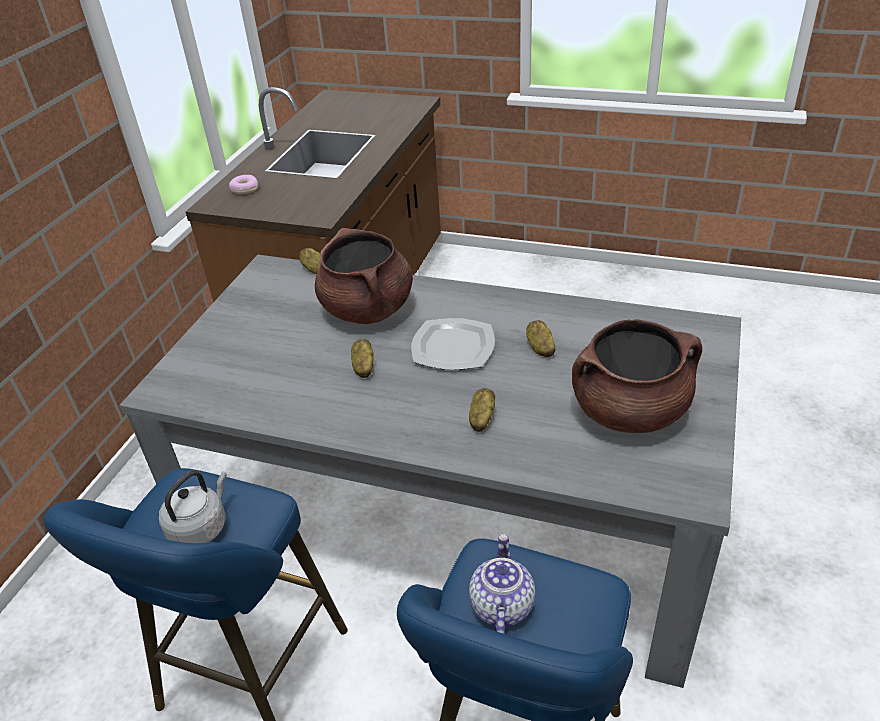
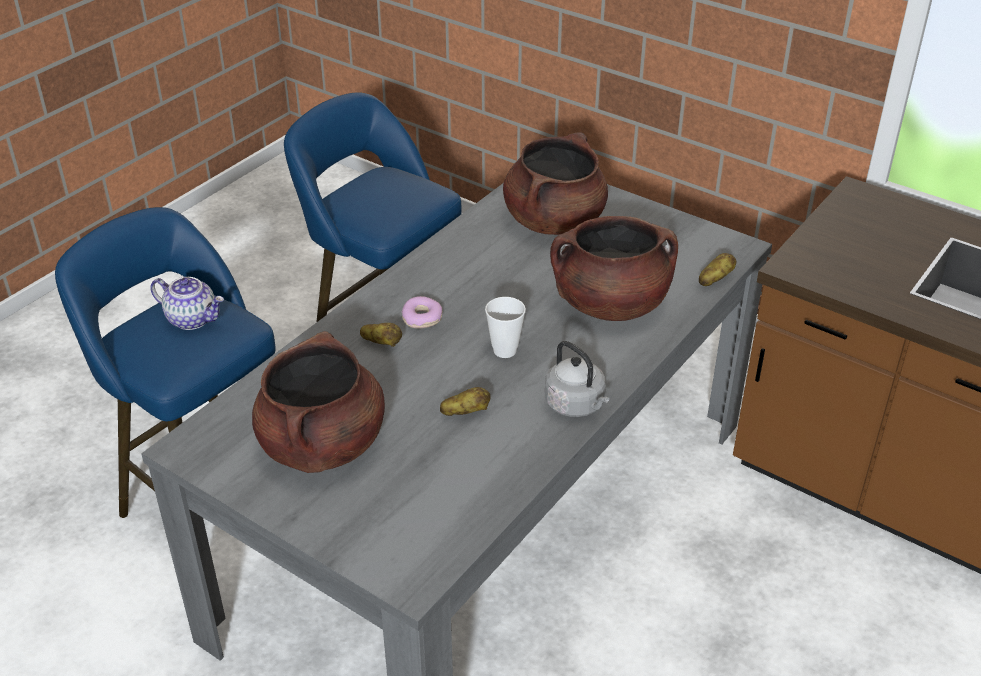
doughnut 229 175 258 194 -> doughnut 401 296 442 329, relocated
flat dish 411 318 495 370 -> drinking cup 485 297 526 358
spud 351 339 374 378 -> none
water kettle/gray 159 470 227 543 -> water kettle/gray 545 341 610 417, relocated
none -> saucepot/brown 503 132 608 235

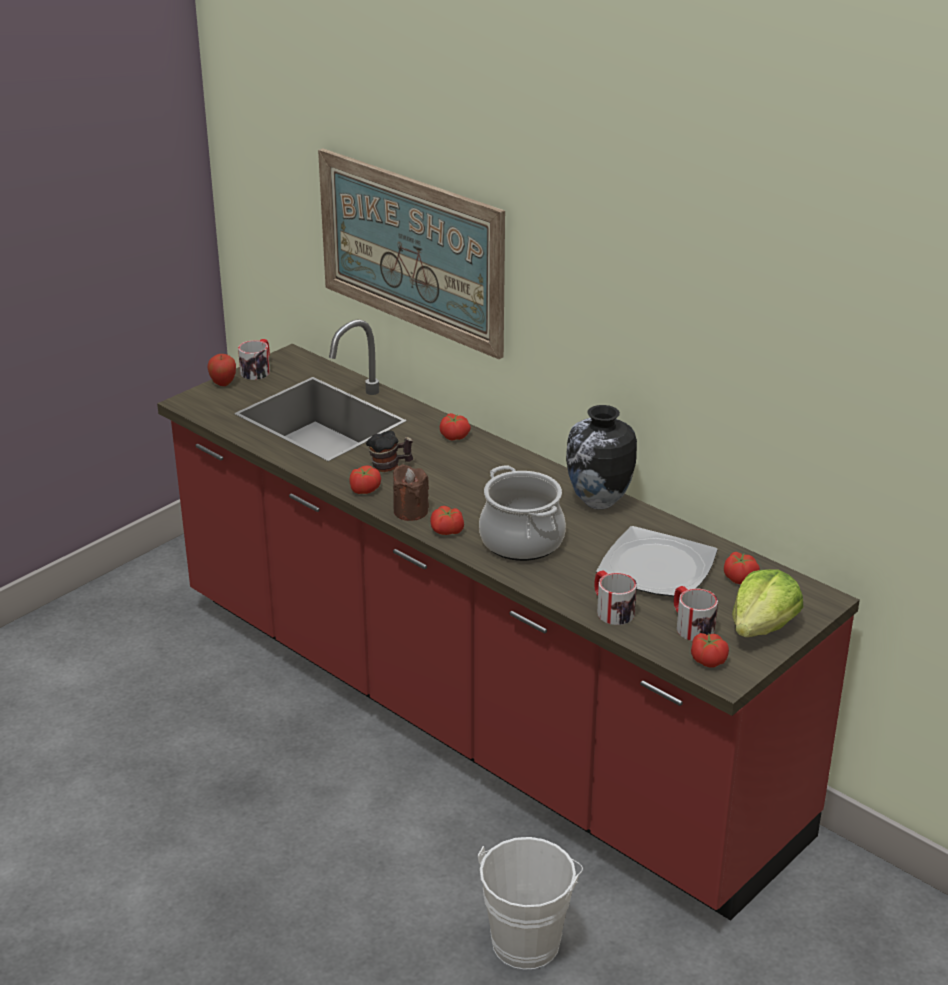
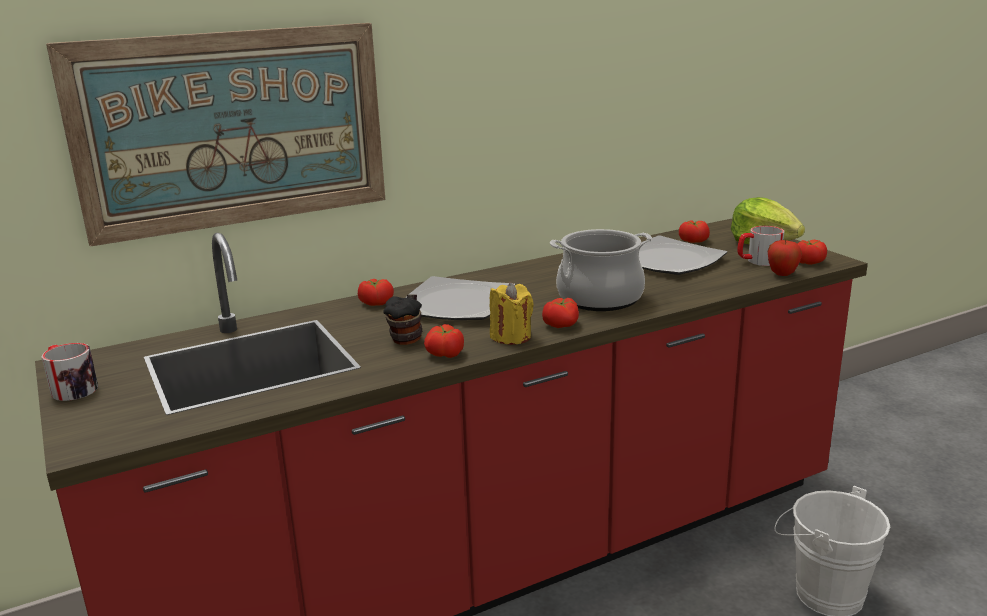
whole apple 208 354 236 386 -> whole apple 768 239 802 276, relocated
flower vase 566 405 637 509 -> none
wax candle/brown 393 464 429 521 -> wax candle/yellowish 490 282 534 345
mug 594 570 637 625 -> none
none -> flat dish 405 276 515 320

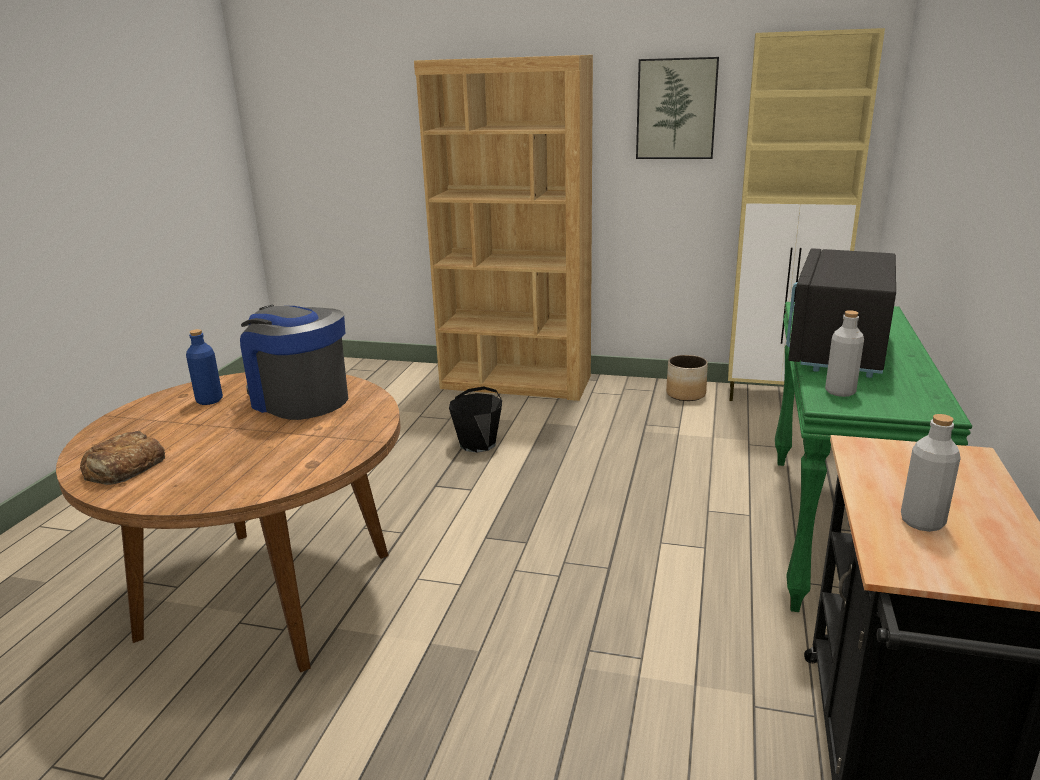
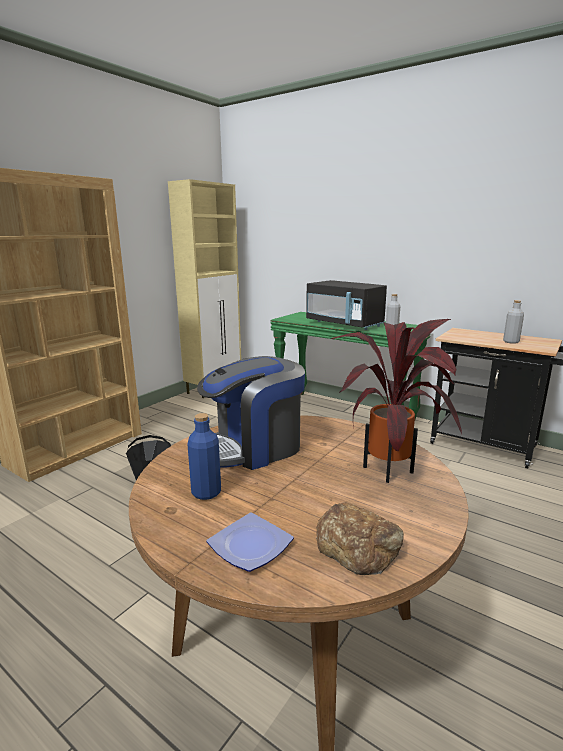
picture 636 57 719 159 -> none
planter 666 355 708 401 -> none
none -> potted plant 331 319 462 483
none -> flat dish 207 513 294 572

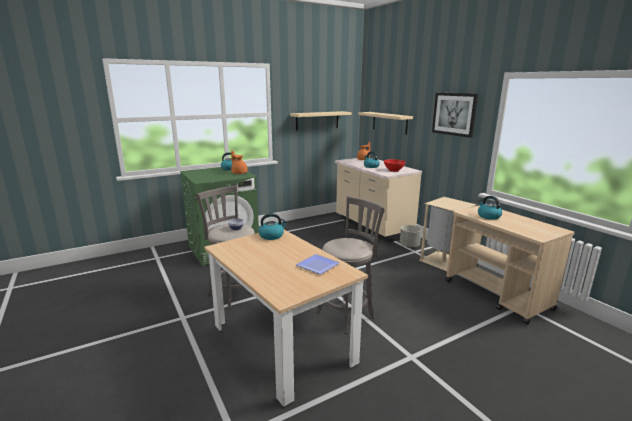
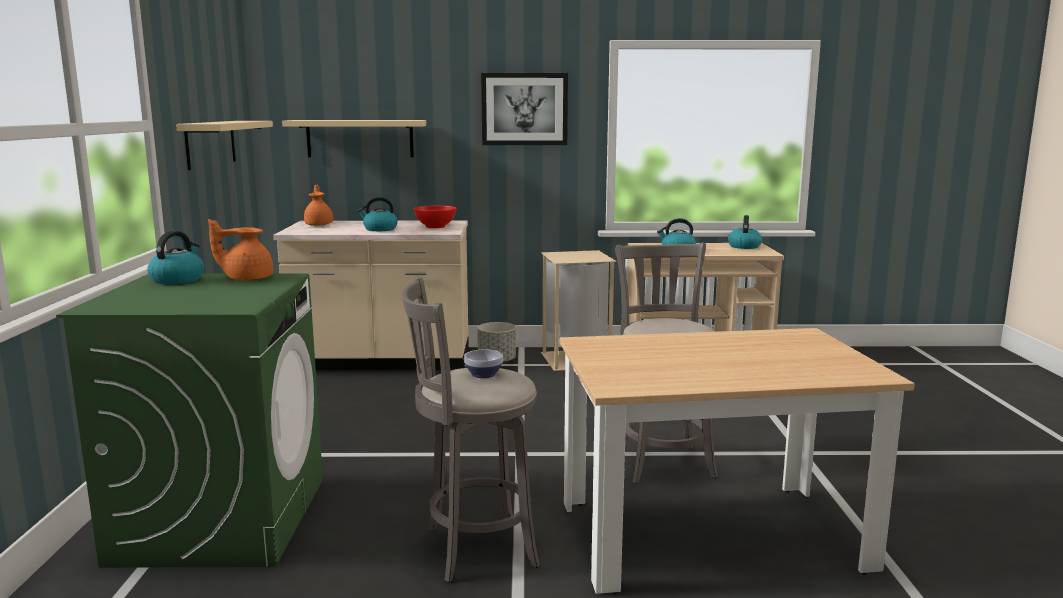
water kettle 259 213 287 240 -> water kettle 728 215 762 249, relocated
flat dish 296 254 340 275 -> none

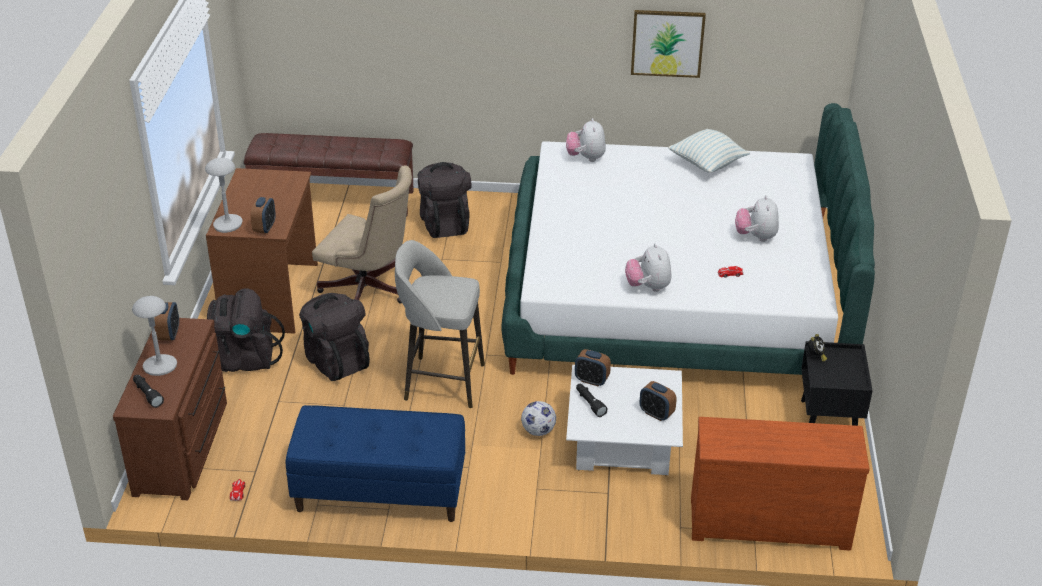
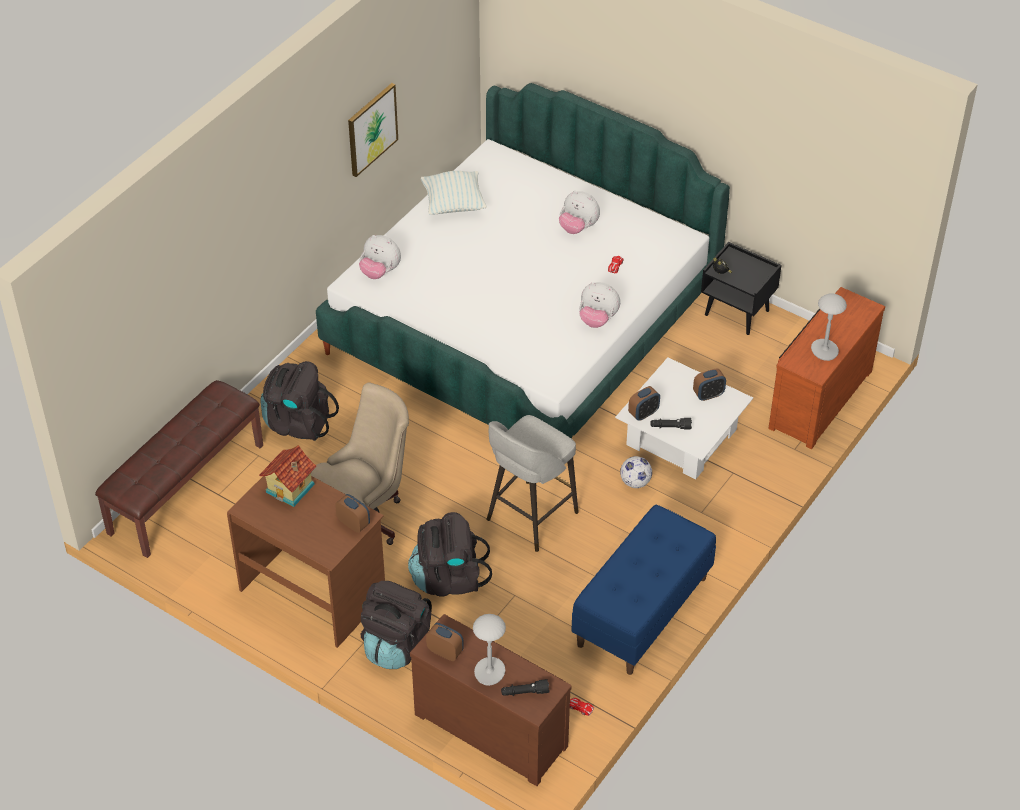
table lamp/gray 205 158 242 233 -> table lamp/gray 811 294 847 361, relocated
none -> toy house 259 445 317 507

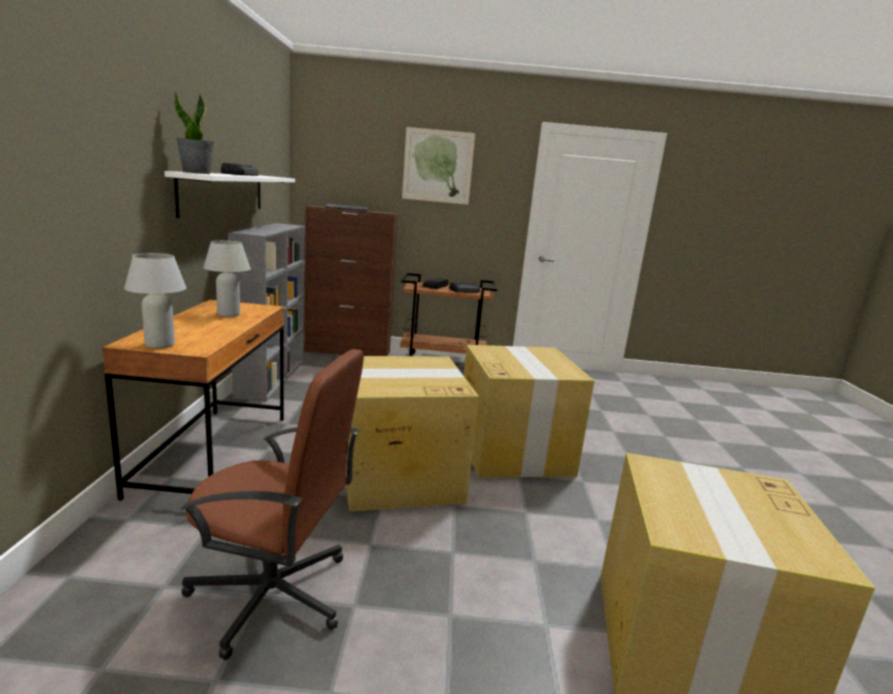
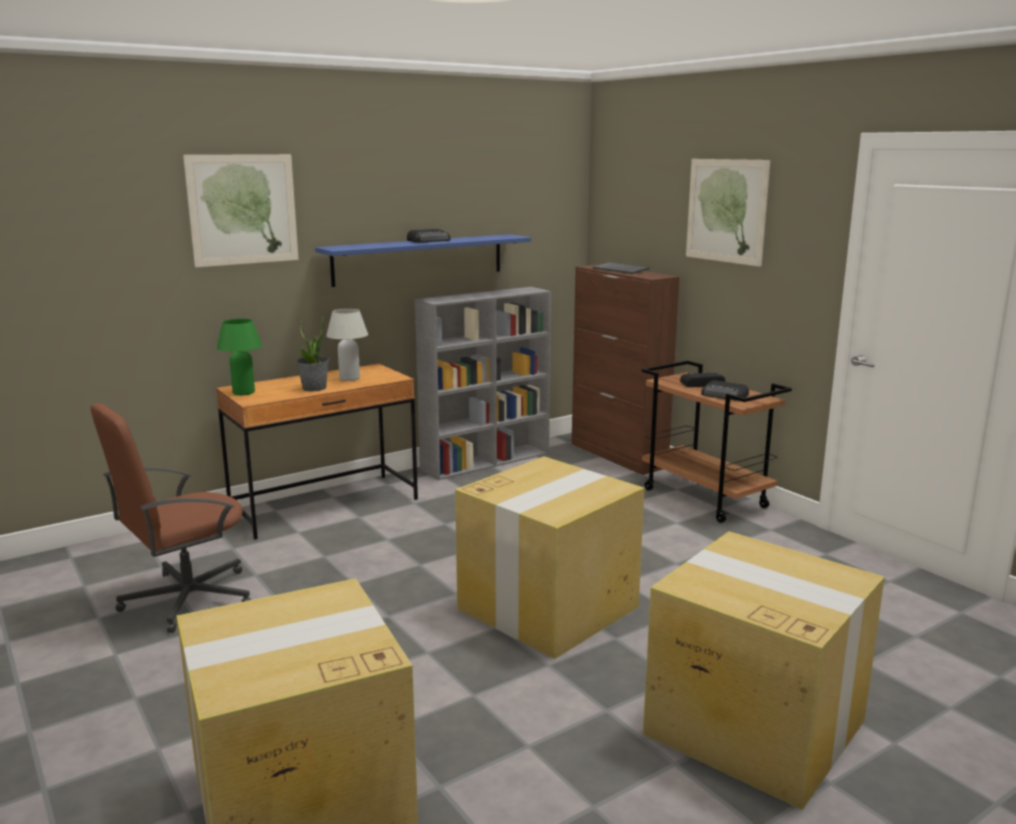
potted plant 174 91 214 174 -> potted plant 296 317 329 391, relocated
shelf/white 165 171 295 218 -> shelf/bluish 315 234 531 287
table lamp/white 124 253 186 349 -> table lamp/green 217 319 262 395
office chair/brown 181 349 364 660 -> office chair/brown 91 403 251 633, 75 degrees clockwise
packing box 346 356 479 511 -> packing box 643 531 885 810, relocated
none -> picture 183 154 298 267

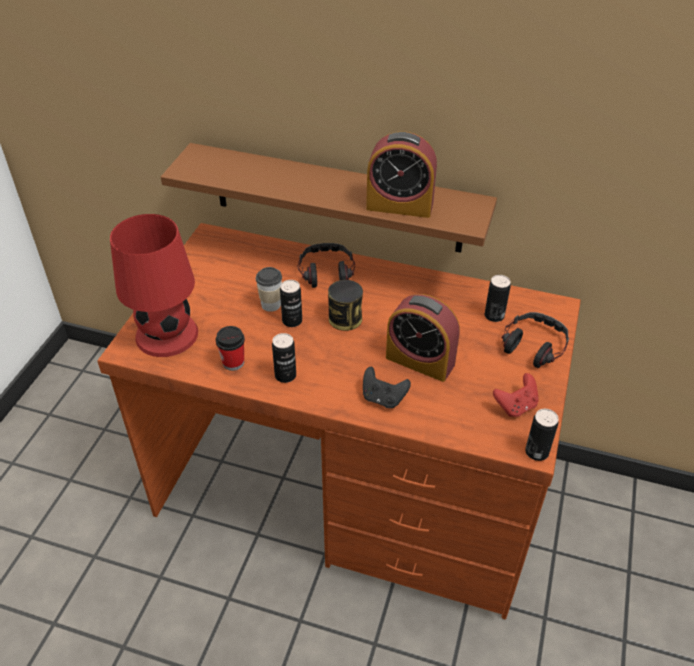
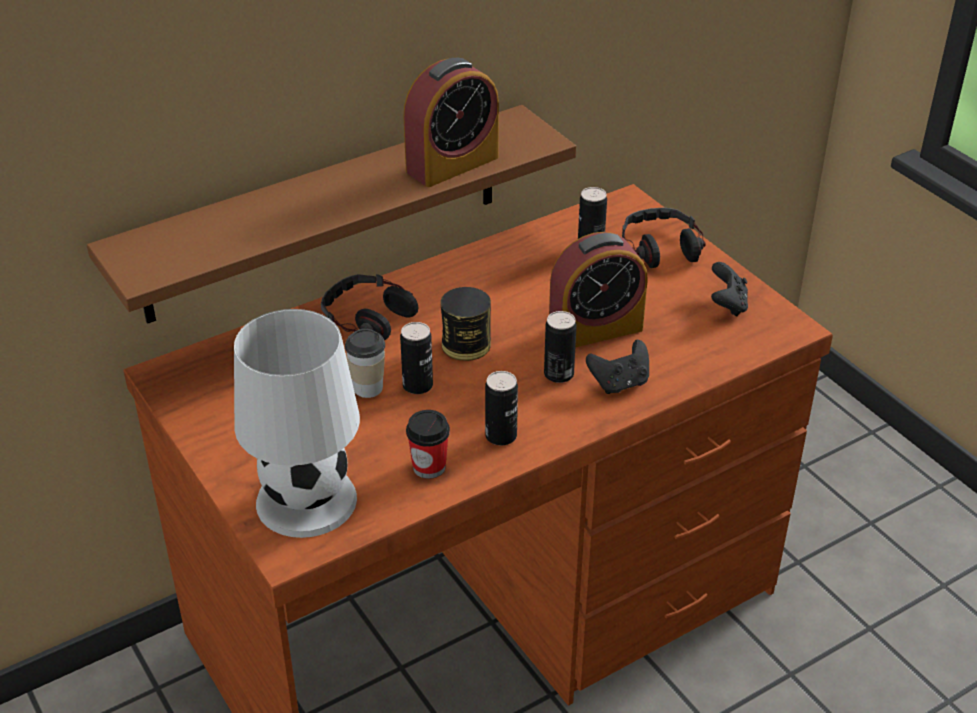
table lamp/red-coloured 110 214 198 357 -> table lamp/white 234 309 360 538
gamepad/red-coloured 493 373 539 417 -> gamepad/black 711 262 748 317
can 525 409 559 461 -> can 544 311 577 383, relocated

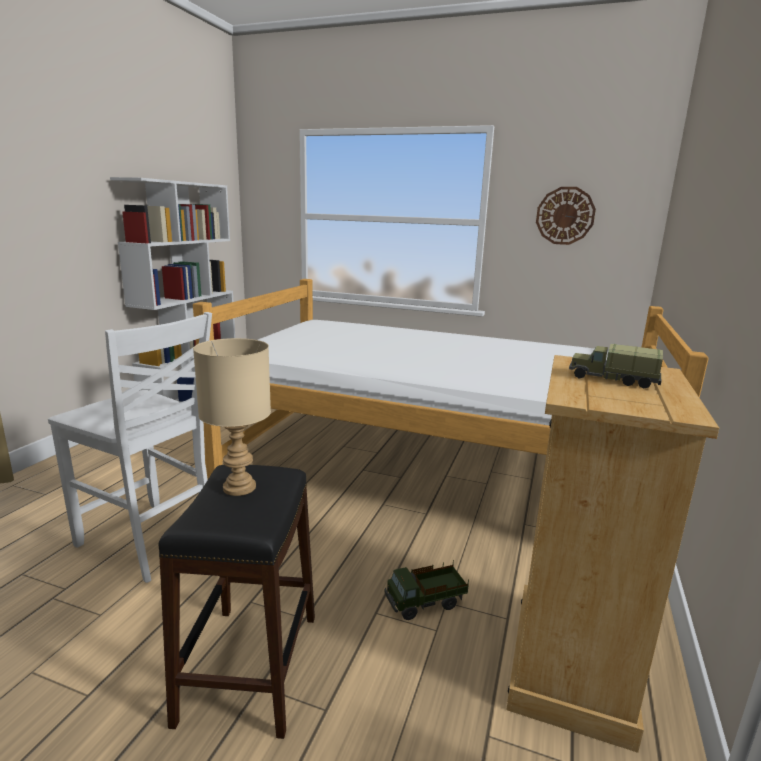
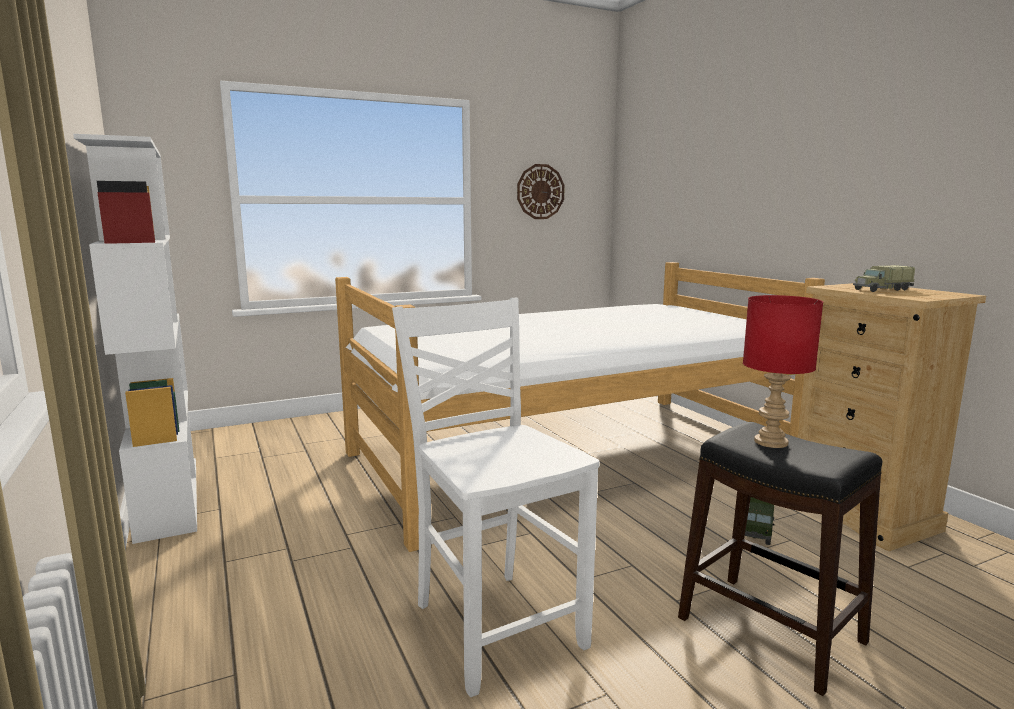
plain chair/white 48 312 212 583 -> plain chair/white 392 298 600 697, 105 degrees counterclockwise
table lamp/sand-coloured 193 338 271 496 -> table lamp/red-coloured 743 295 823 448

